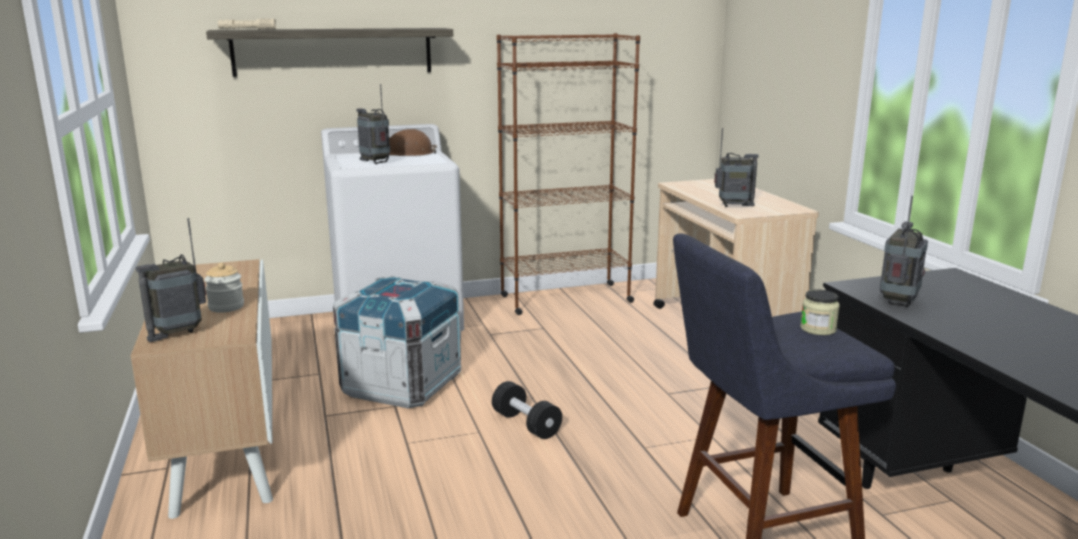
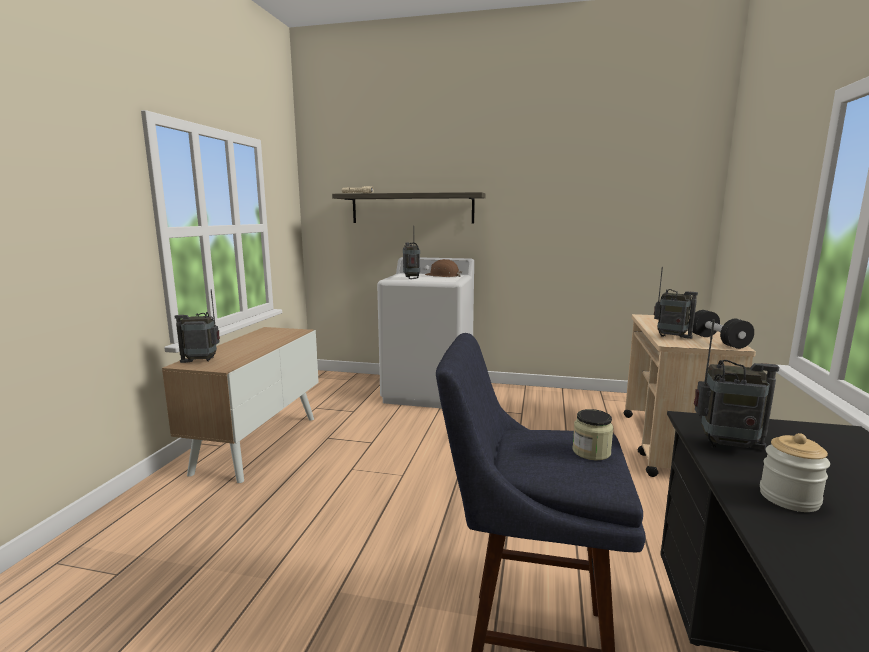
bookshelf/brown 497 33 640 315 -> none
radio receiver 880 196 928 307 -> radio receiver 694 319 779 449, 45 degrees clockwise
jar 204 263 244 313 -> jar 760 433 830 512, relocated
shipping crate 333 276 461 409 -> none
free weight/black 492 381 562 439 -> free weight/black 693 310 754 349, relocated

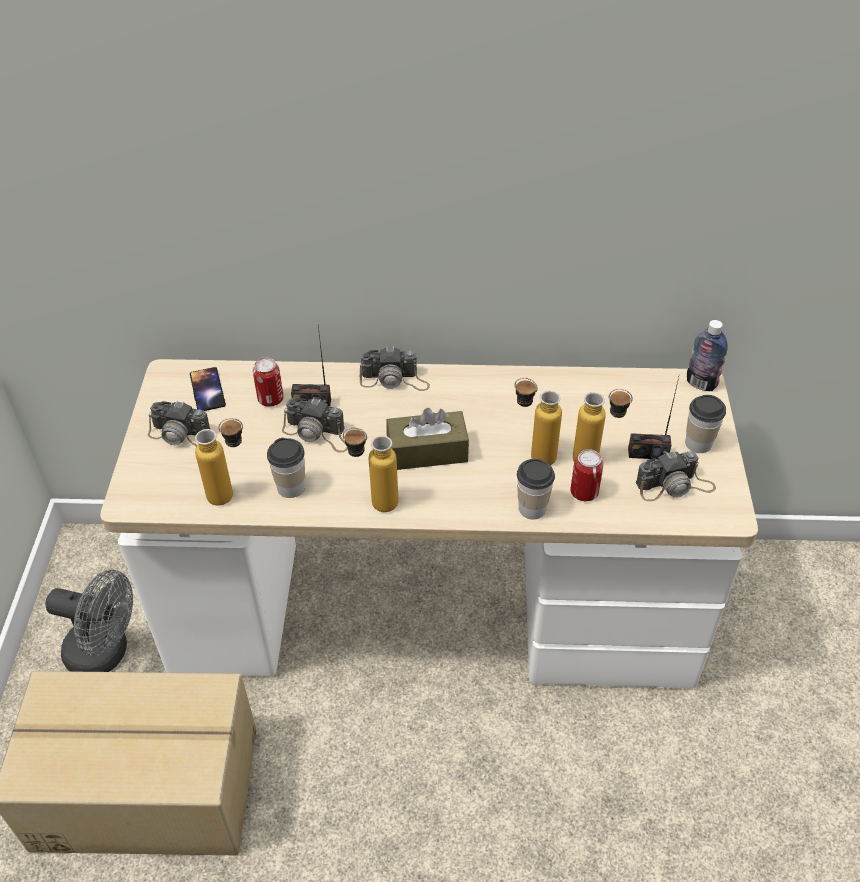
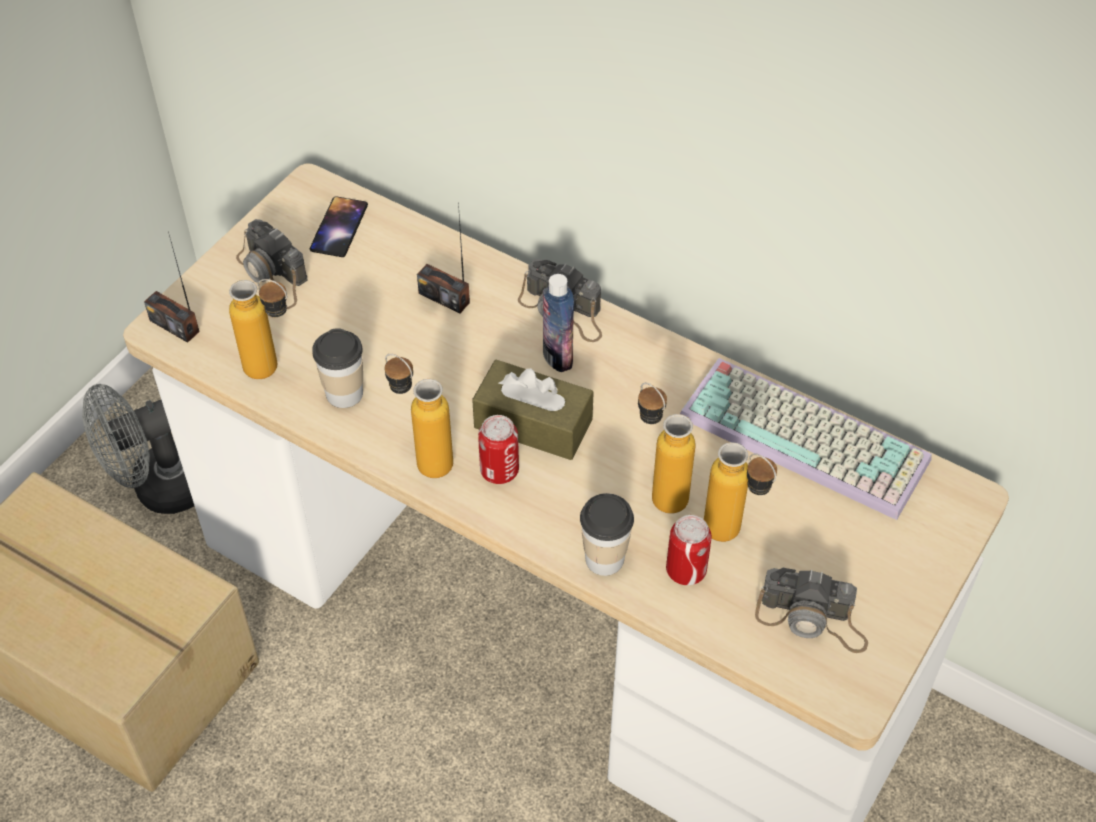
drink bottle 687 320 728 391 -> drink bottle 543 274 574 372, relocated
can 253 357 284 407 -> can 478 415 519 484, relocated
radio receiver 628 374 680 459 -> radio receiver 144 231 200 343, relocated
drinking cup 685 395 726 453 -> none
photo camera 282 398 348 452 -> none
cooling fan/gray 45 570 133 672 -> cooling fan/gray 82 384 194 514, 105 degrees clockwise
none -> computer keyboard 680 358 932 520

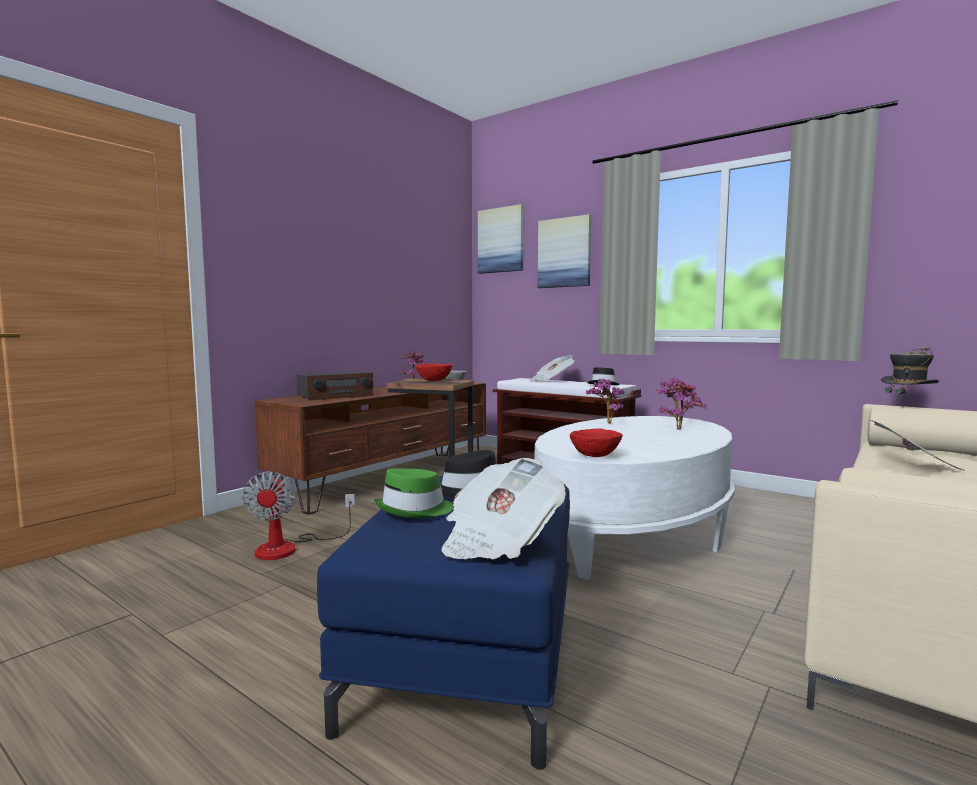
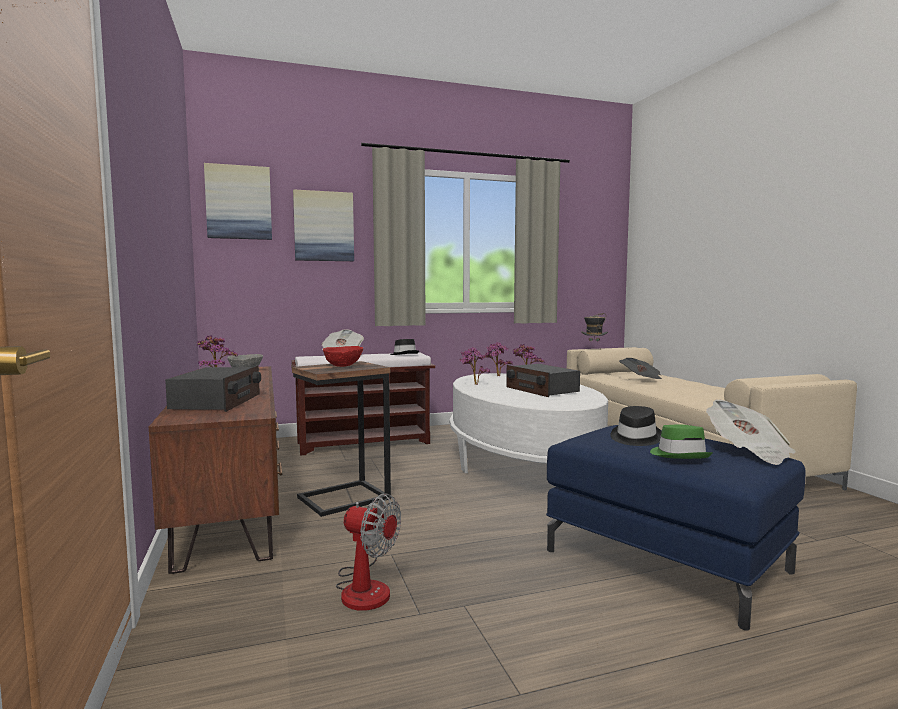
serving bowl/red-coloured 570 428 623 457 -> none
none -> radio receiver 506 364 580 397

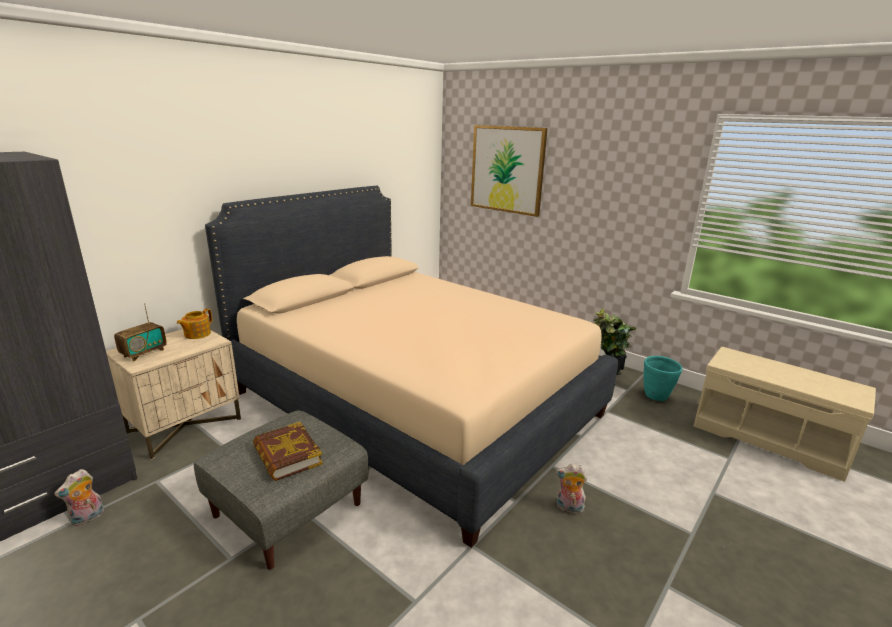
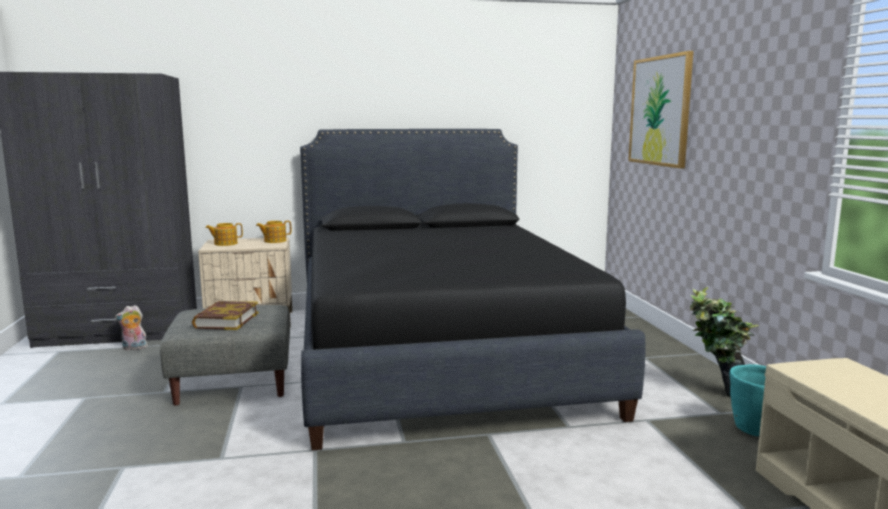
bed/sand-coloured 205 186 618 548 -> bed/black 300 129 646 450
radio receiver 114 303 167 362 -> tea pot 205 223 243 246
plush toy 556 464 587 514 -> none

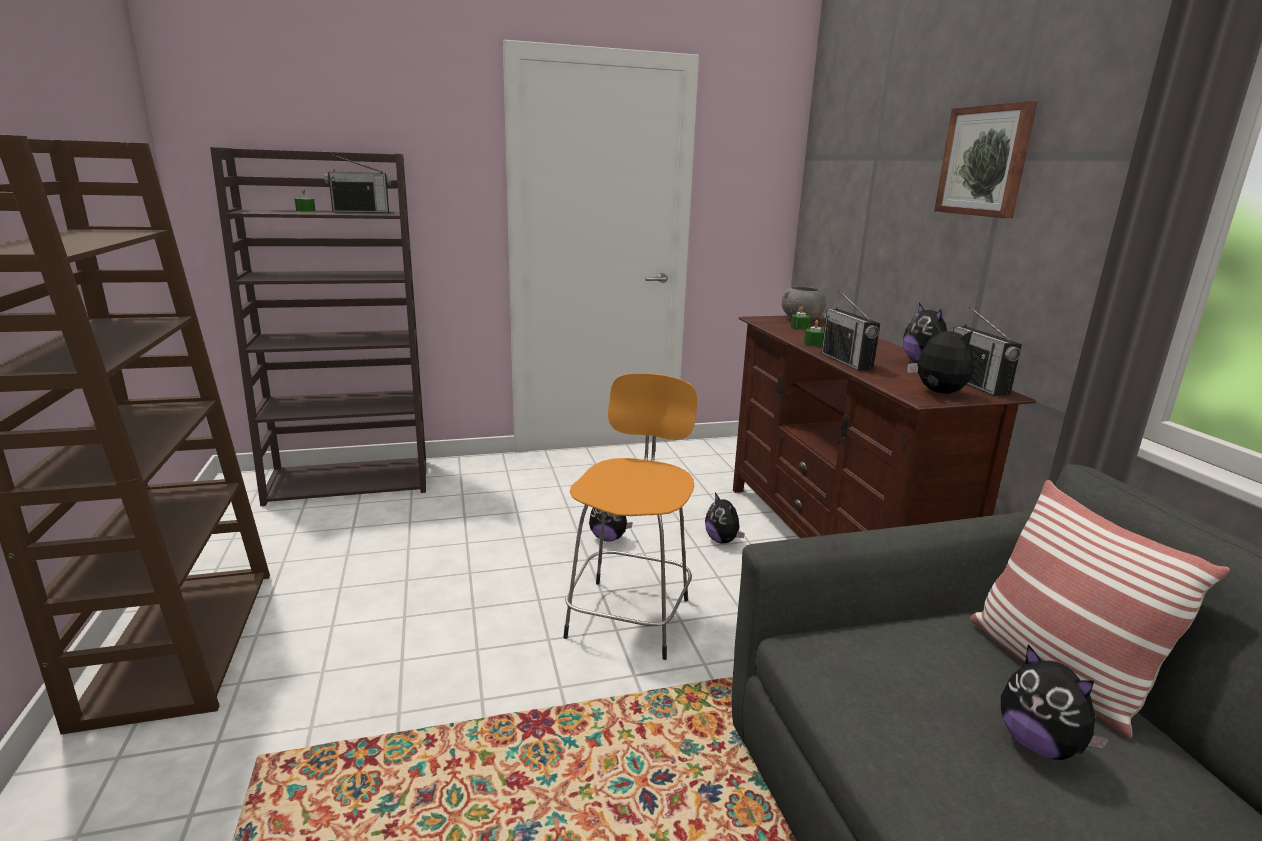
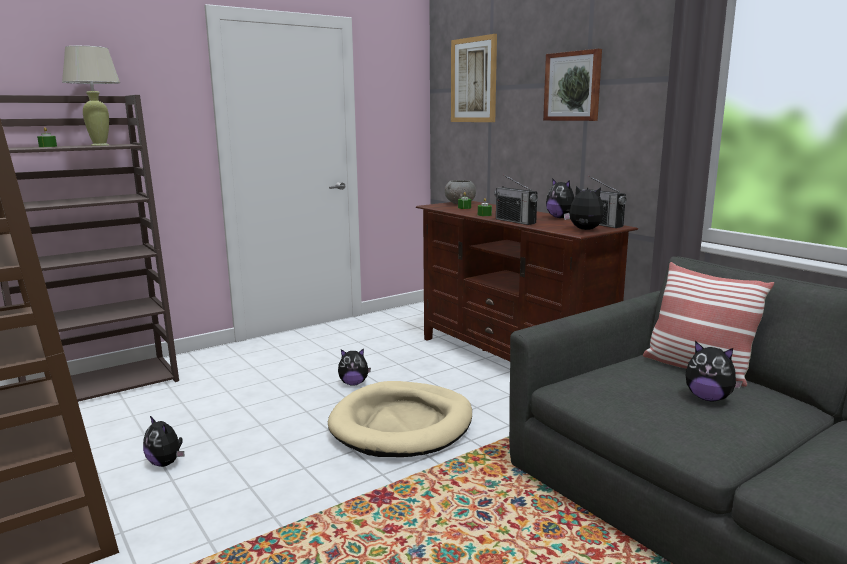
radio receiver 324 154 391 213 -> table lamp/sand-coloured 62 46 120 146
stool seat/orange-coloured 563 373 697 660 -> dog cushion/sand-coloured 328 381 472 457
plush toy 705 493 745 544 -> plush toy 143 416 184 467, relocated
none -> picture 451 34 497 122

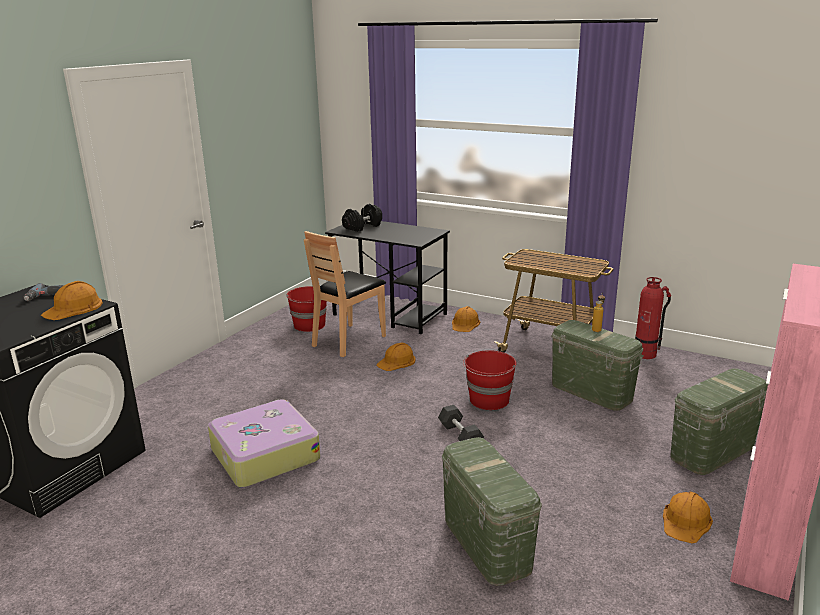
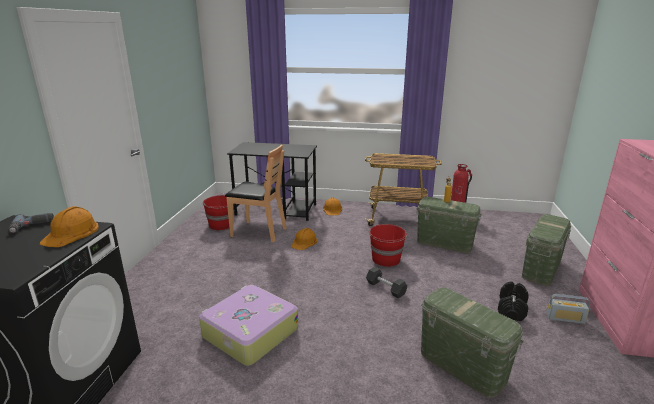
free weight/black 342 204 382 232 -> free weight/black 498 281 529 321, relocated
plain chair/brown 304 231 386 357 -> plain chair/brown 225 144 287 242, 90 degrees counterclockwise
work helmet/orange-coloured 663 492 713 543 -> radio receiver 547 294 590 324

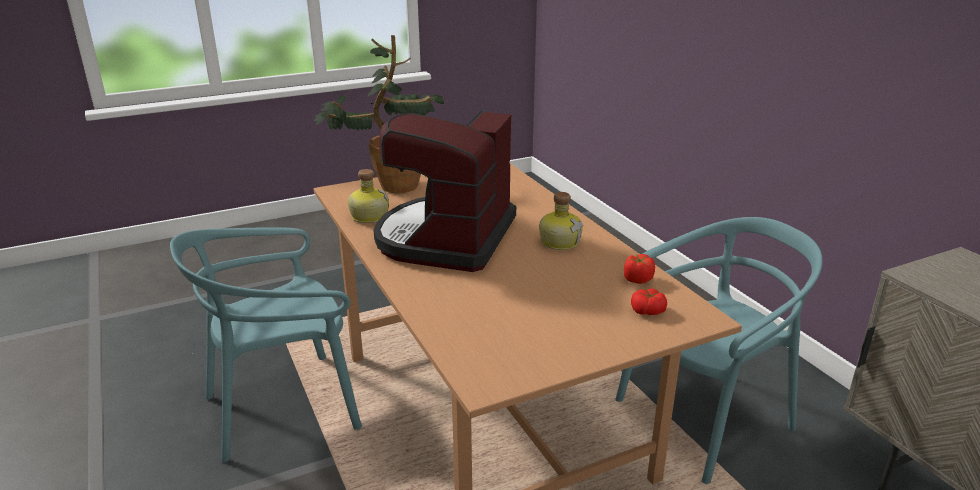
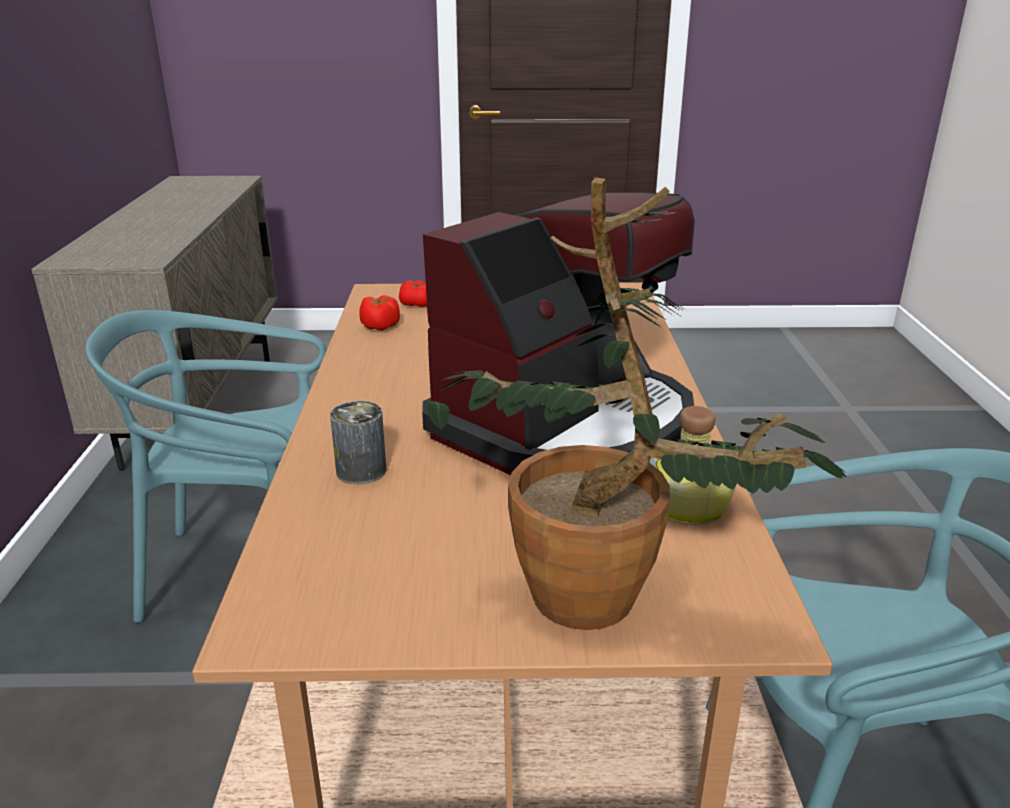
drink bottle 539 192 583 250 -> none
none -> can 330 401 386 484

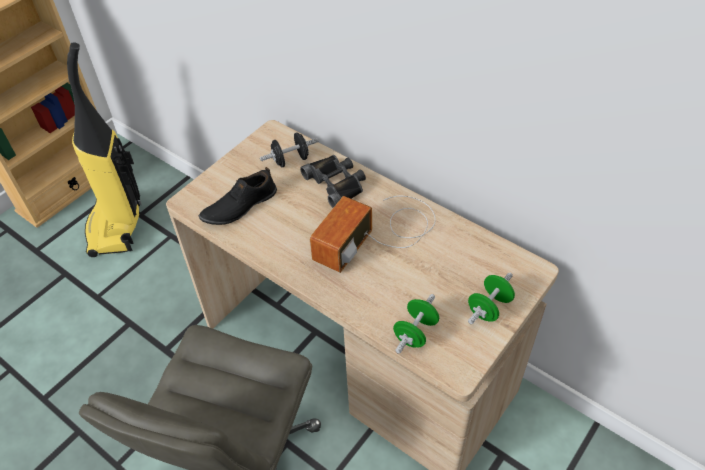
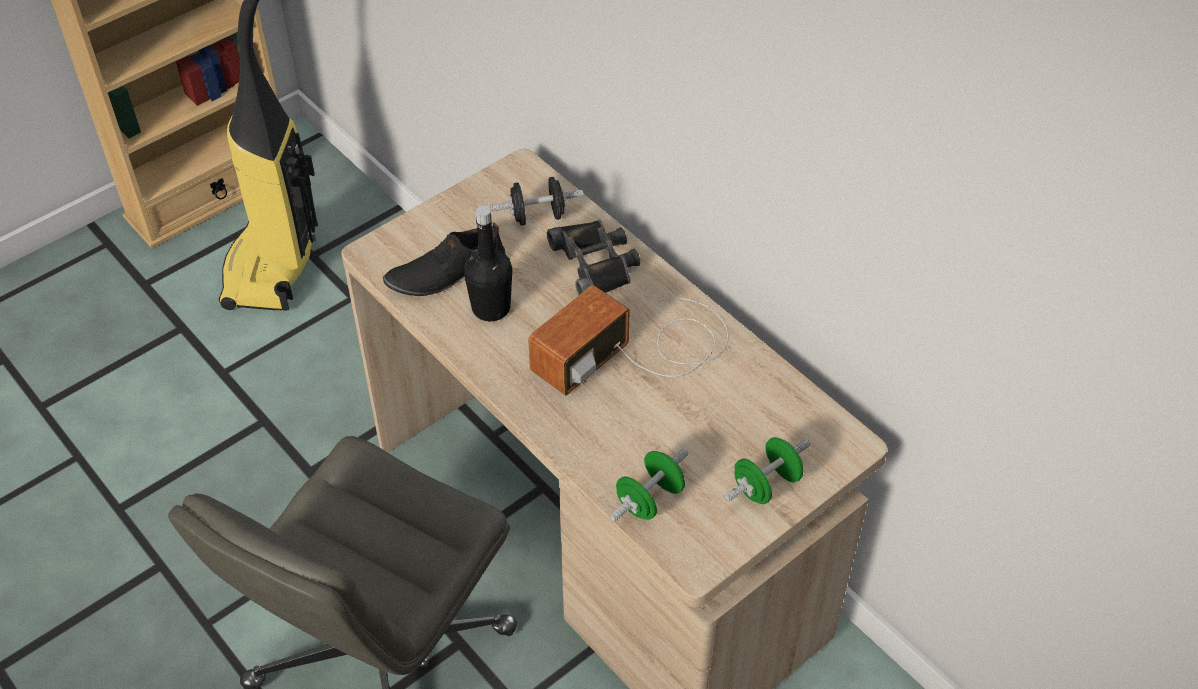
none -> drink bottle/black 464 205 512 321

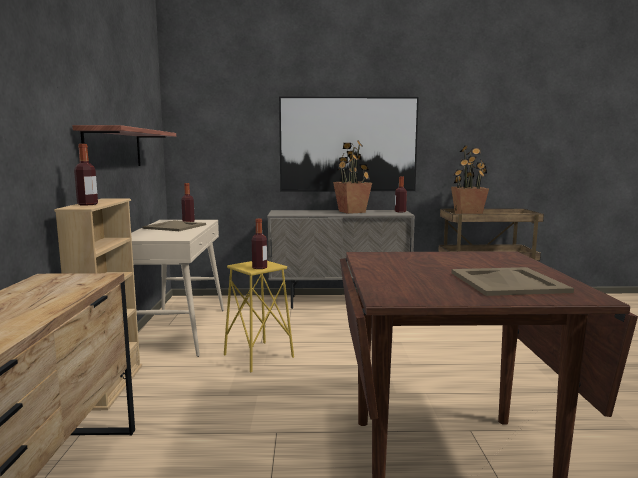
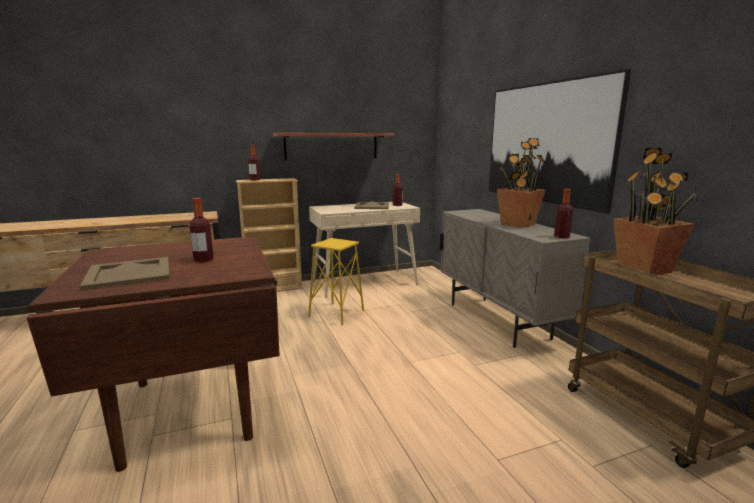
drink bottle 252 219 267 269 -> drink bottle 189 198 214 262, relocated

